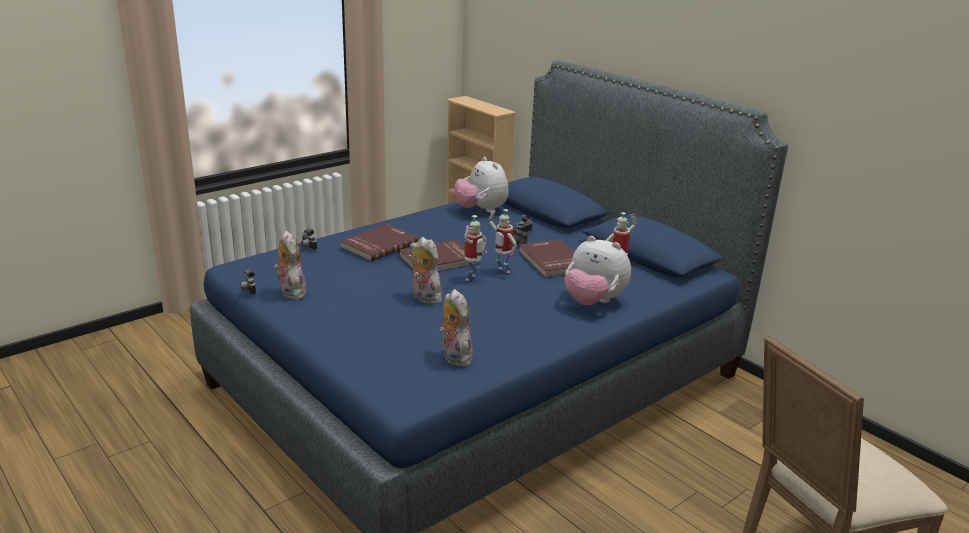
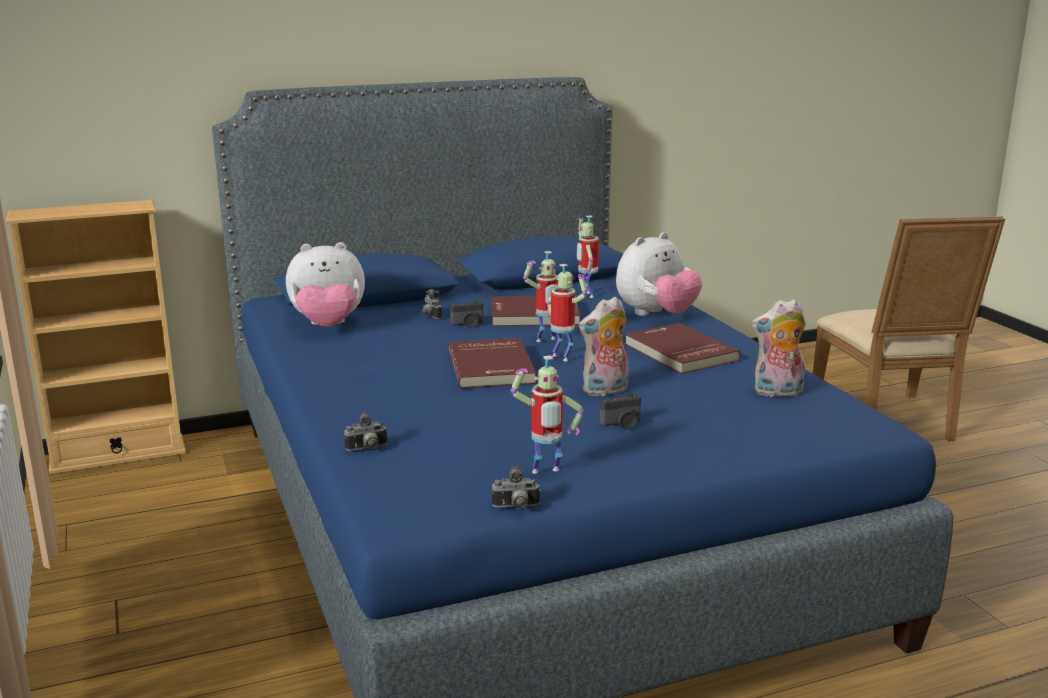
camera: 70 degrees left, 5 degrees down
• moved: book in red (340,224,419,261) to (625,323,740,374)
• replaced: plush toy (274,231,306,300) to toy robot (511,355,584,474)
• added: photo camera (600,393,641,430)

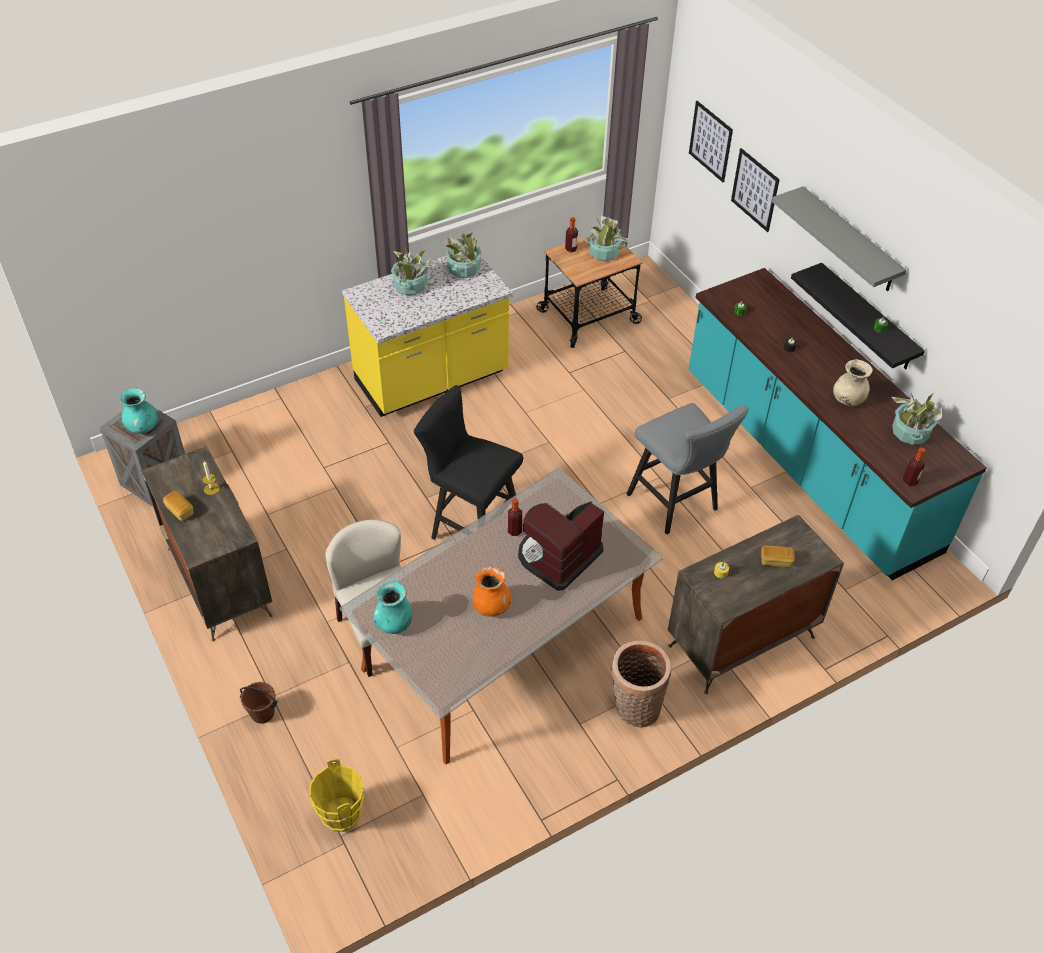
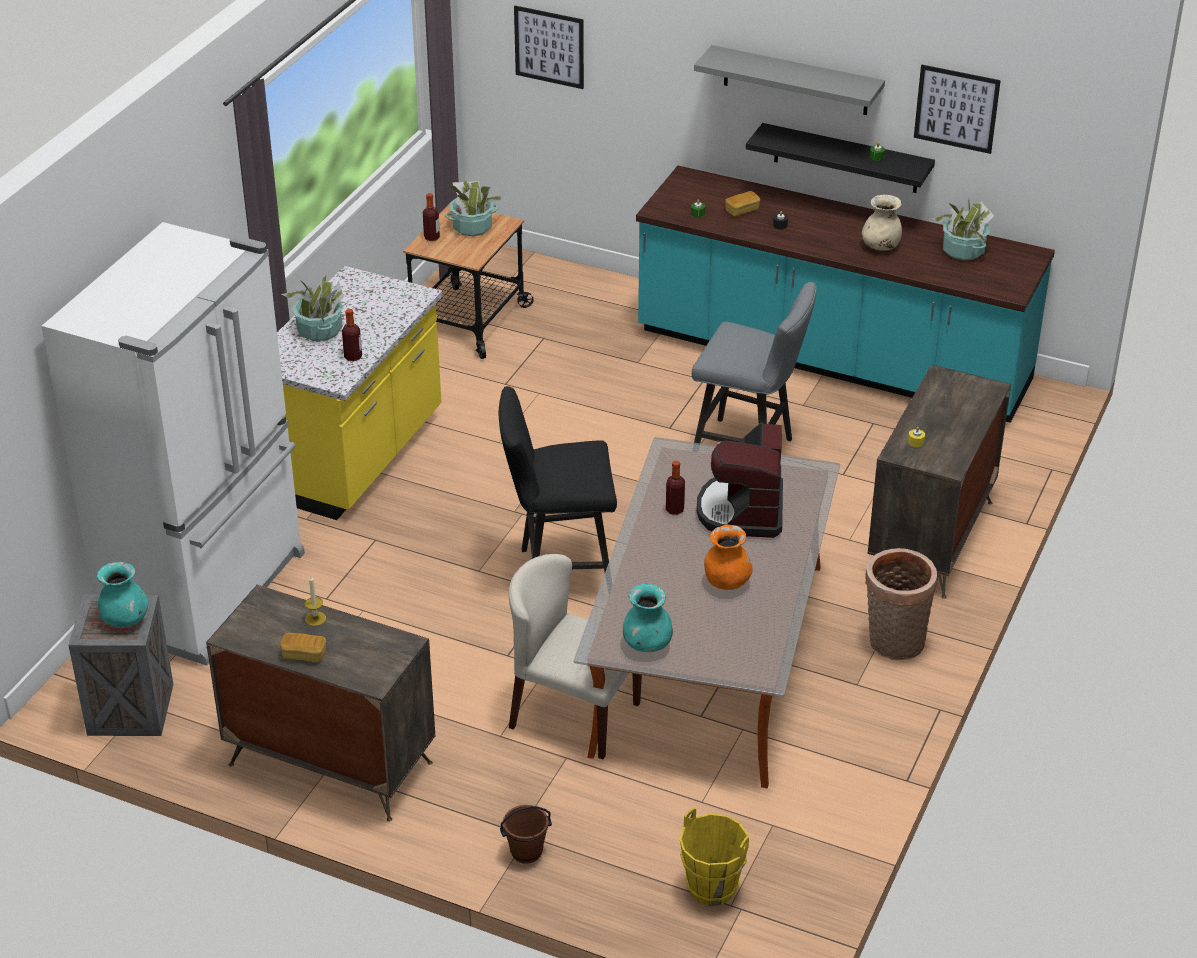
camera: 35 degrees left, 10 degrees down
• moved: picture (731,148,780,232) to (914,65,1001,154)
• removed: potted plant (442,232,482,278)
• moved: bottle (903,448,925,486) to (342,309,362,362)
• moved: bread (761,545,795,567) to (725,191,760,217)
• added: fridge in white (42,222,305,666)

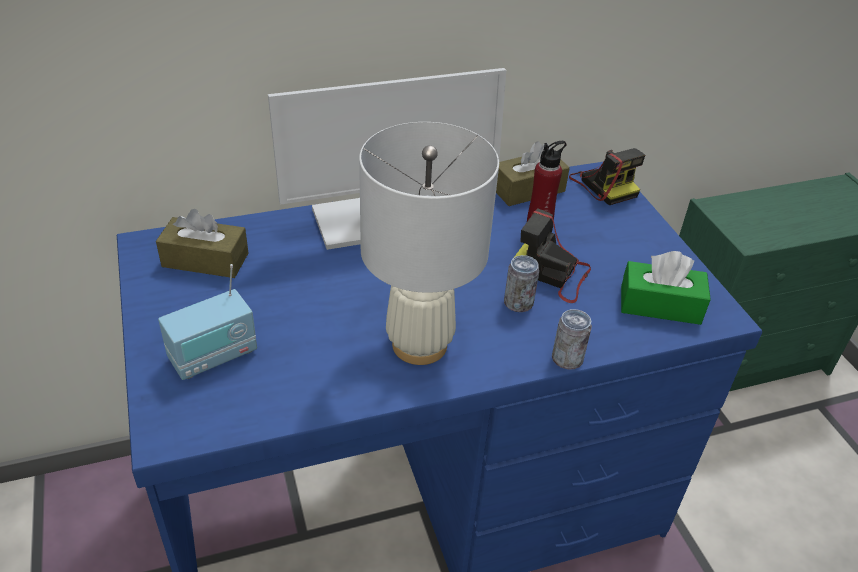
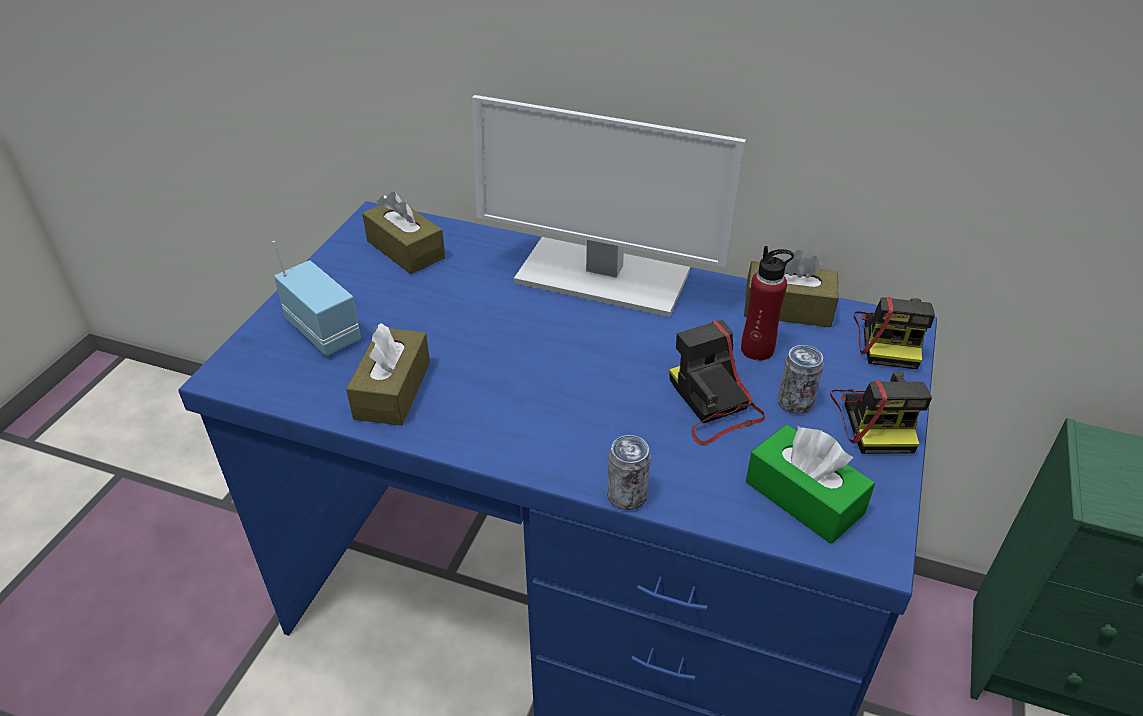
camera: 40 degrees right, 0 degrees up
• removed: table lamp in white (359,122,499,365)
• moved: can (504,255,539,312) to (777,345,824,414)
• turned: radio (158,264,257,380) = (272,241,361,356) 135 degrees counterclockwise
• added: tissue box in brown (346,323,430,426)
• added: photo camera (830,372,932,454)

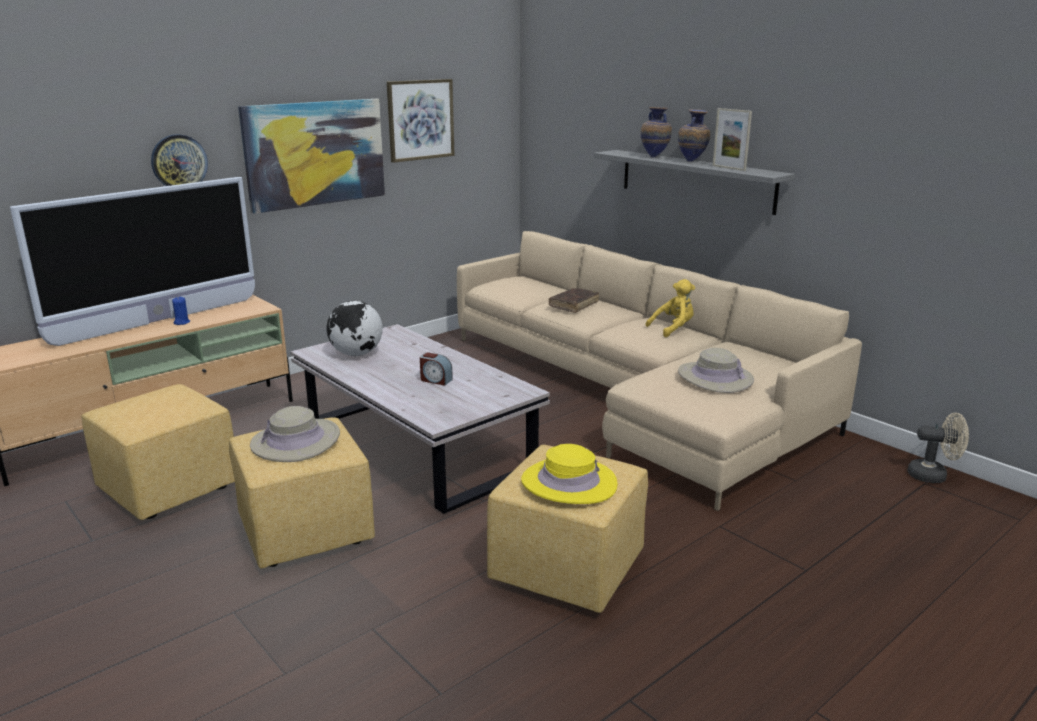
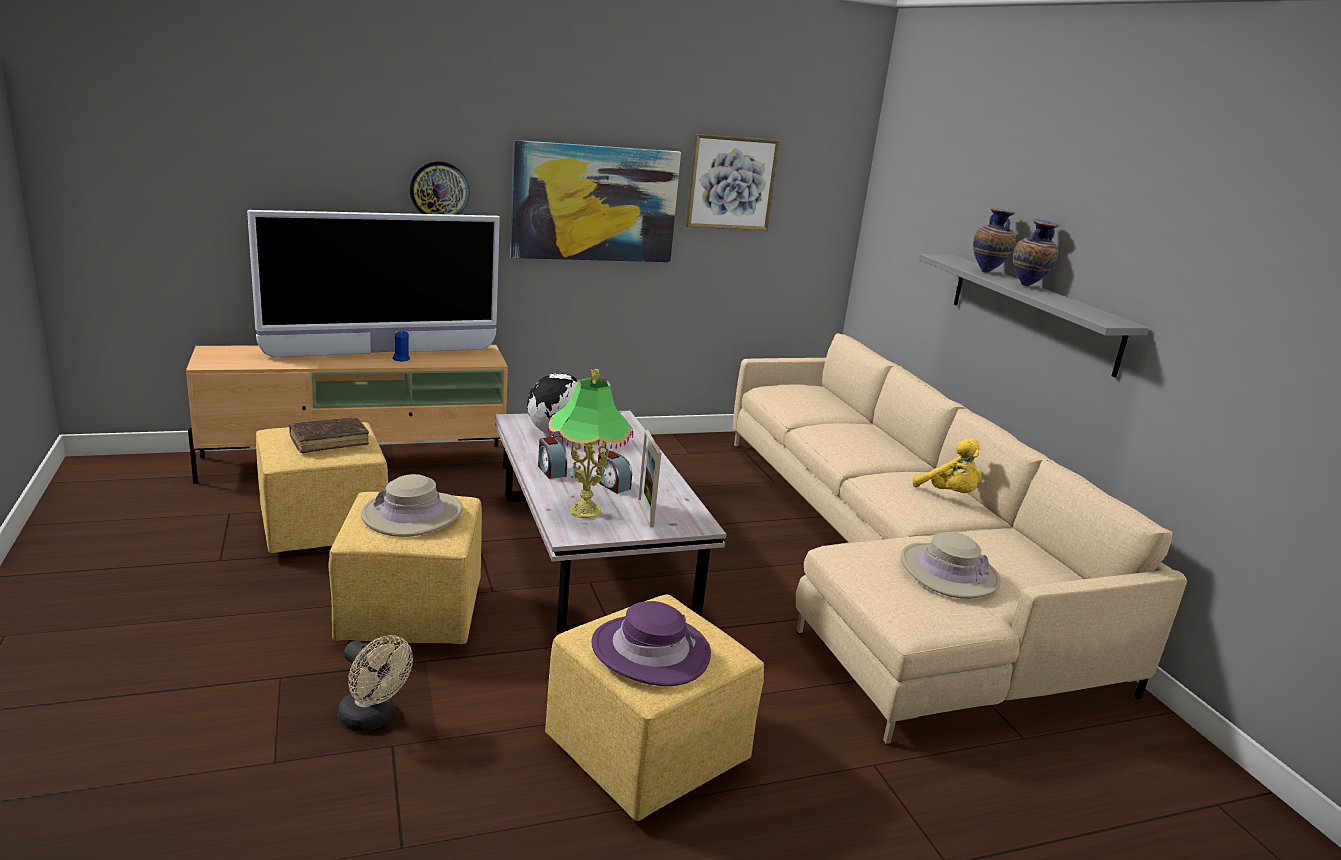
camera: 20 degrees right, 0 degrees up
• moved: picture frame (713,108,752,171) to (638,430,661,527)
• turned: plush toy in yellow (646,279,695,337) = (913,438,982,493) 60 degrees clockwise
• moved: book in brown (549,288,599,313) to (289,417,369,453)
• moved: fan in beige (908,413,969,483) to (338,635,413,732)
• recoloured: hat in yellow (521,444,618,504) to hat in purple (591,601,711,686)
• added: table lamp (548,369,633,518)
• added: alarm clock (538,437,567,479)

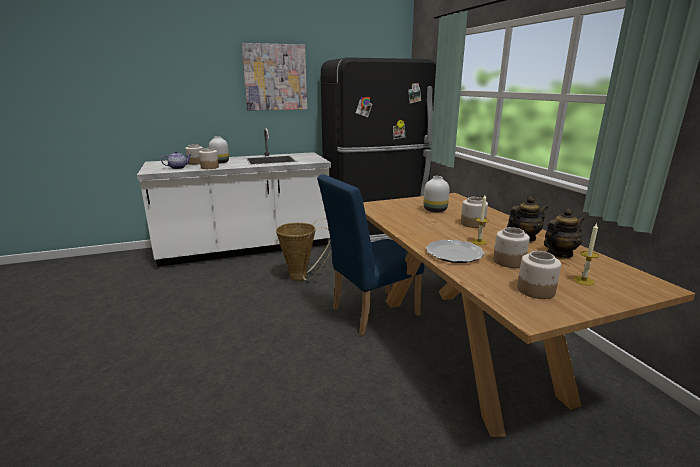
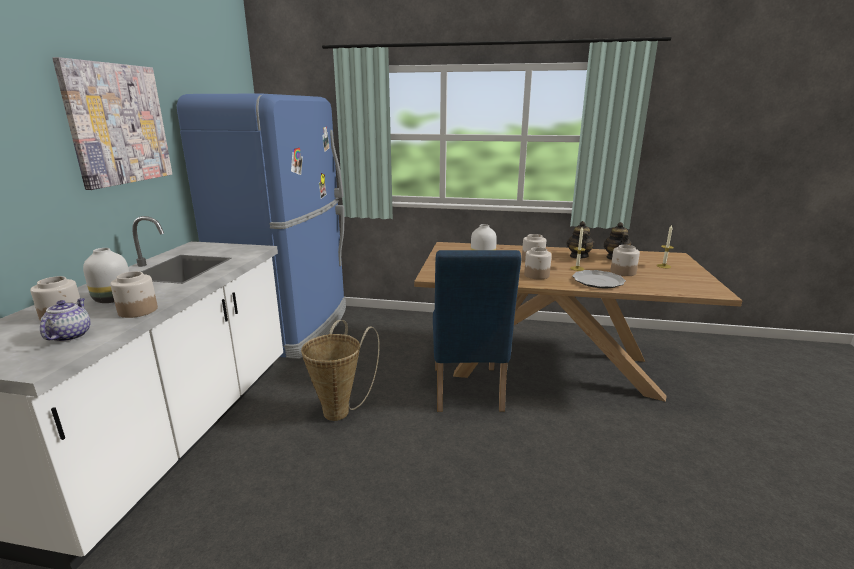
camera: 60 degrees left, 0 degrees up
• recoloured: fridge in black (321,57,436,242) to fridge in blue (177,93,346,359)
• moved: jar (517,251,561,299) to (524,247,552,279)

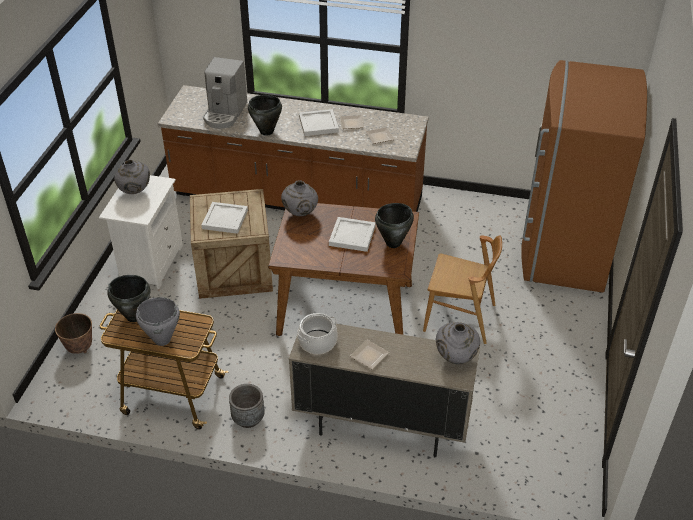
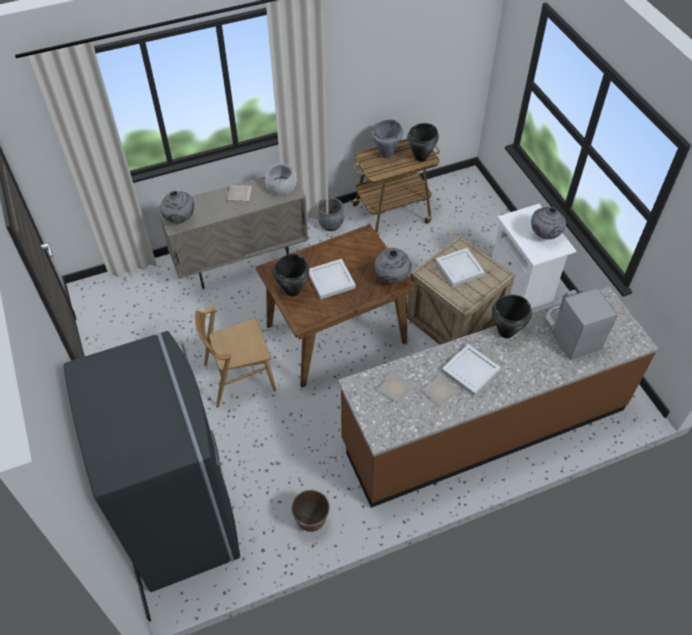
camera: 145 degrees right, 10 degrees up
• recoloured: fridge in brown (521,60,647,293) to fridge in grey (64,331,240,592)
• moved: planter (55,313,92,354) to (291,490,330,532)

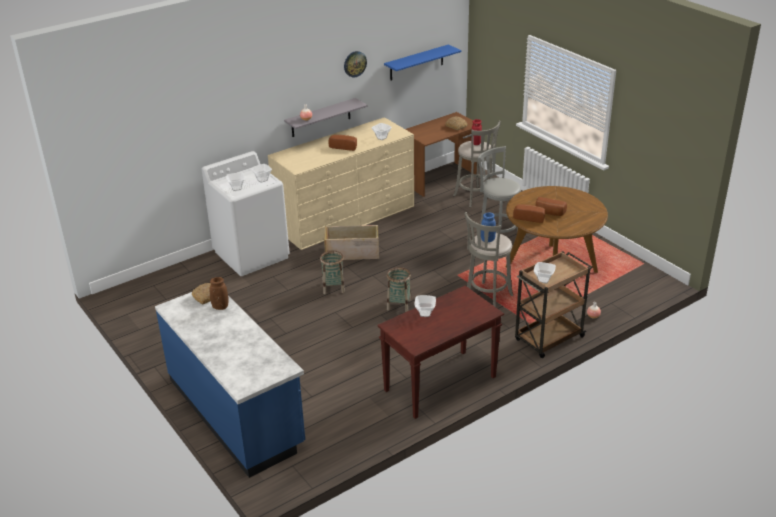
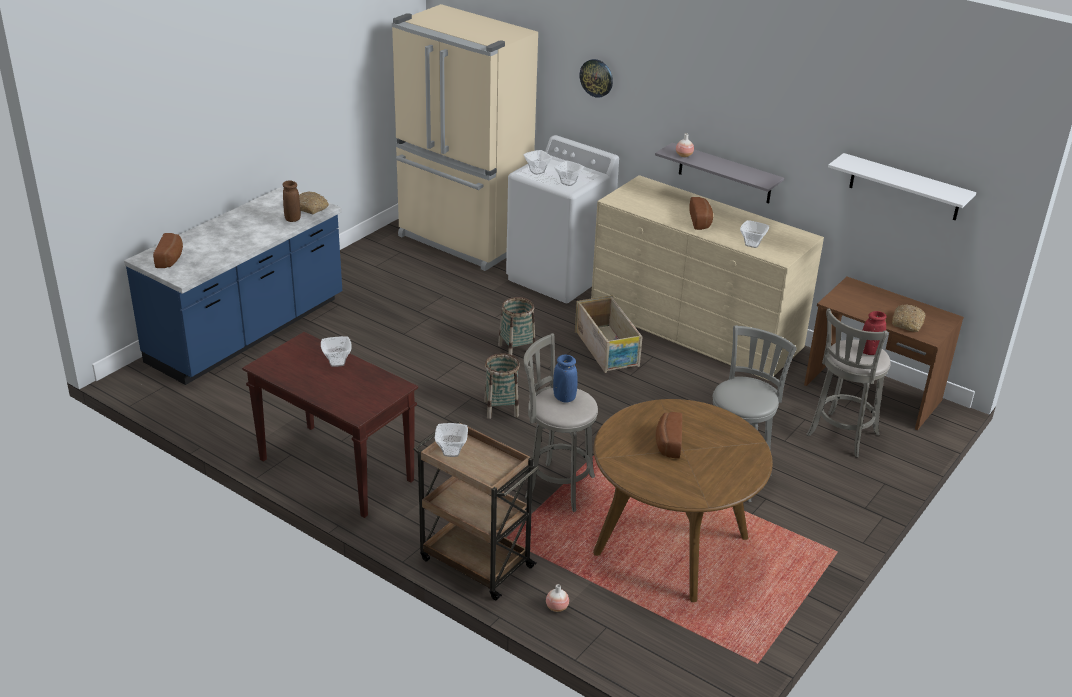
camera: 70 degrees right, 0 degrees up
• recoloured: shelf in blue (384,44,461,81) to shelf in white (828,153,976,220)
• moved: wall clock (344,51,367,77) to (579,59,613,98)
• moved: bread (513,204,545,223) to (153,233,183,268)
• added: fridge in beige (392,4,538,271)

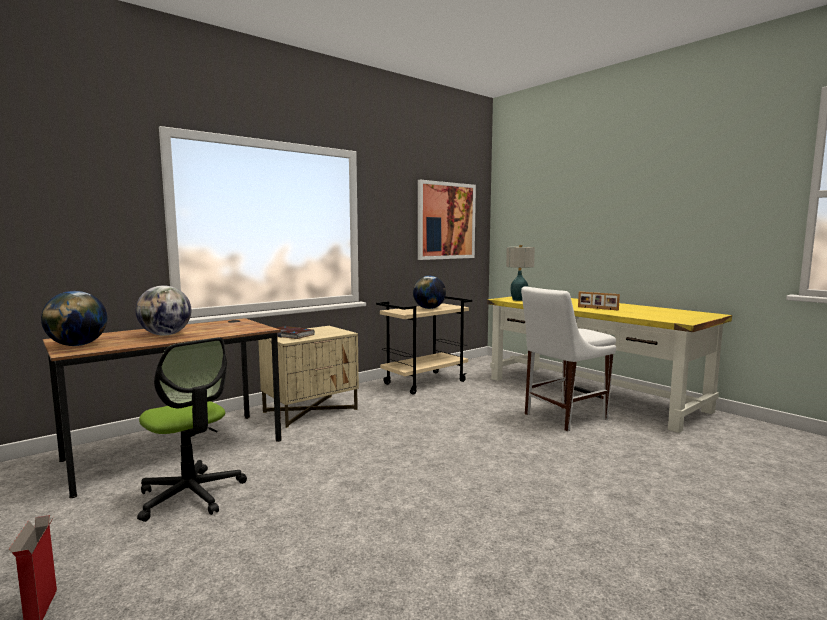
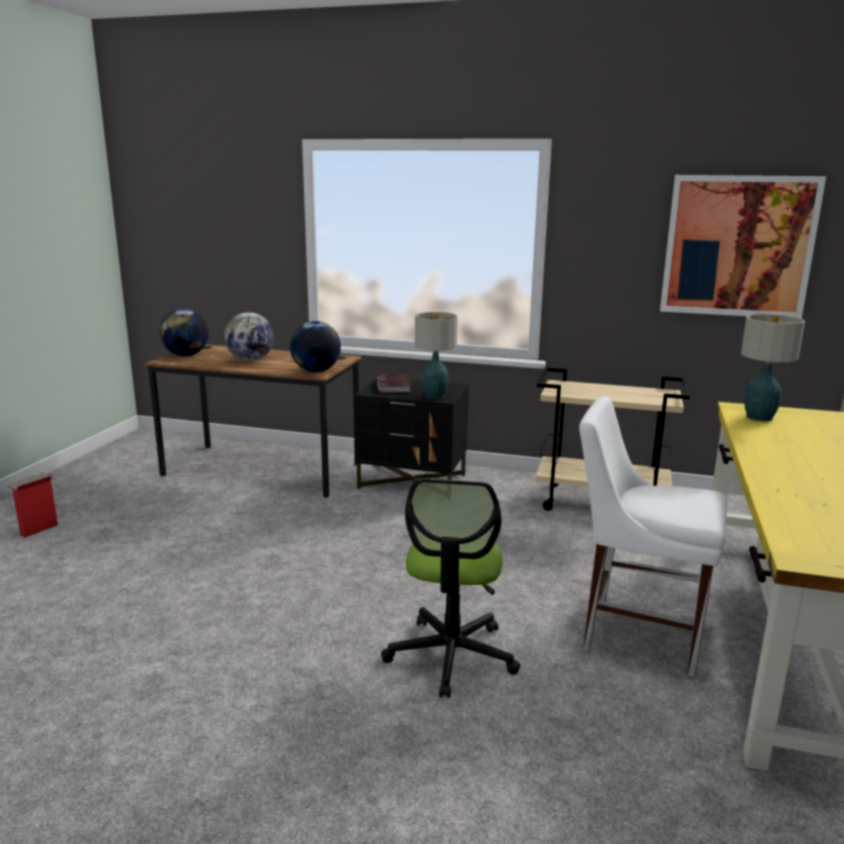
camera: 55 degrees right, 10 degrees up
• moved: globe (413,276,446,309) to (290,321,341,372)
• removed: picture frame (578,291,620,310)
• recoloured: nightstand in beige (258,326,359,428) to nightstand in black (354,377,469,488)
• moved: office chair (137,337,247,522) to (381,478,521,698)
• added: table lamp (415,312,458,399)

